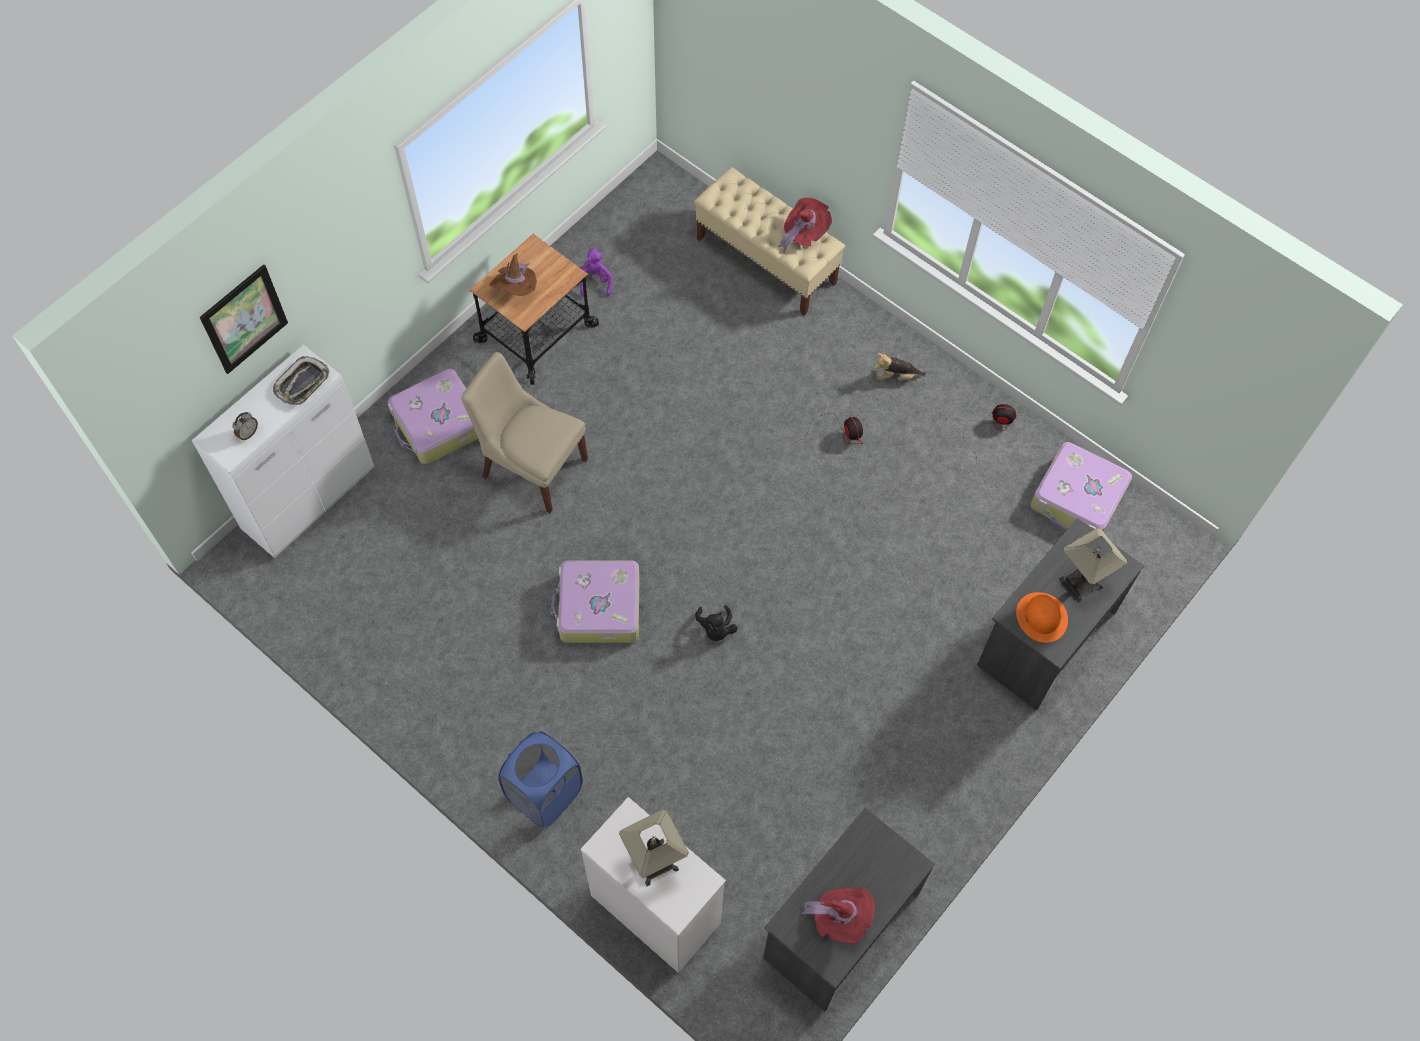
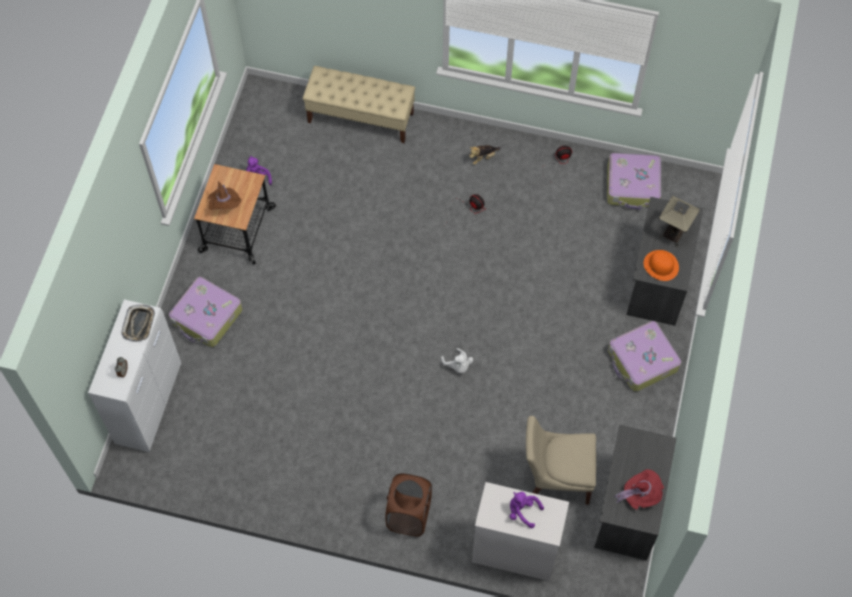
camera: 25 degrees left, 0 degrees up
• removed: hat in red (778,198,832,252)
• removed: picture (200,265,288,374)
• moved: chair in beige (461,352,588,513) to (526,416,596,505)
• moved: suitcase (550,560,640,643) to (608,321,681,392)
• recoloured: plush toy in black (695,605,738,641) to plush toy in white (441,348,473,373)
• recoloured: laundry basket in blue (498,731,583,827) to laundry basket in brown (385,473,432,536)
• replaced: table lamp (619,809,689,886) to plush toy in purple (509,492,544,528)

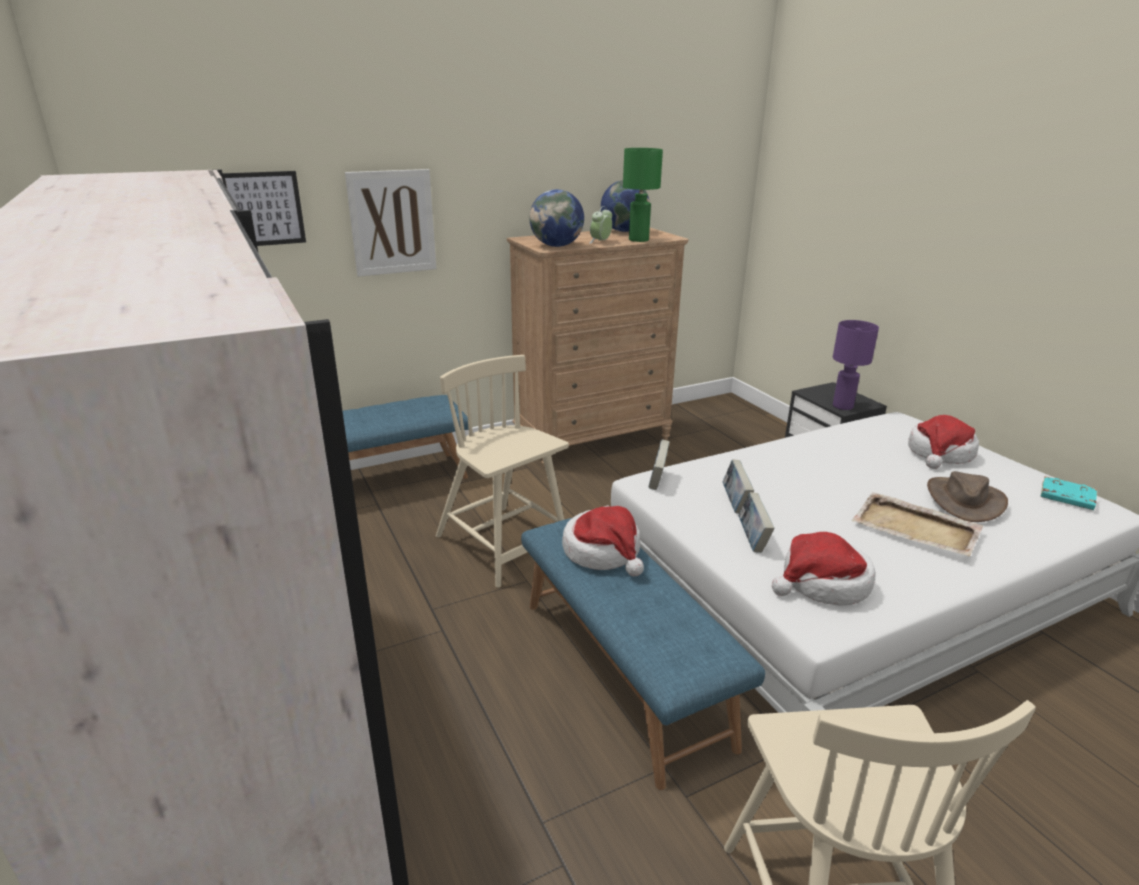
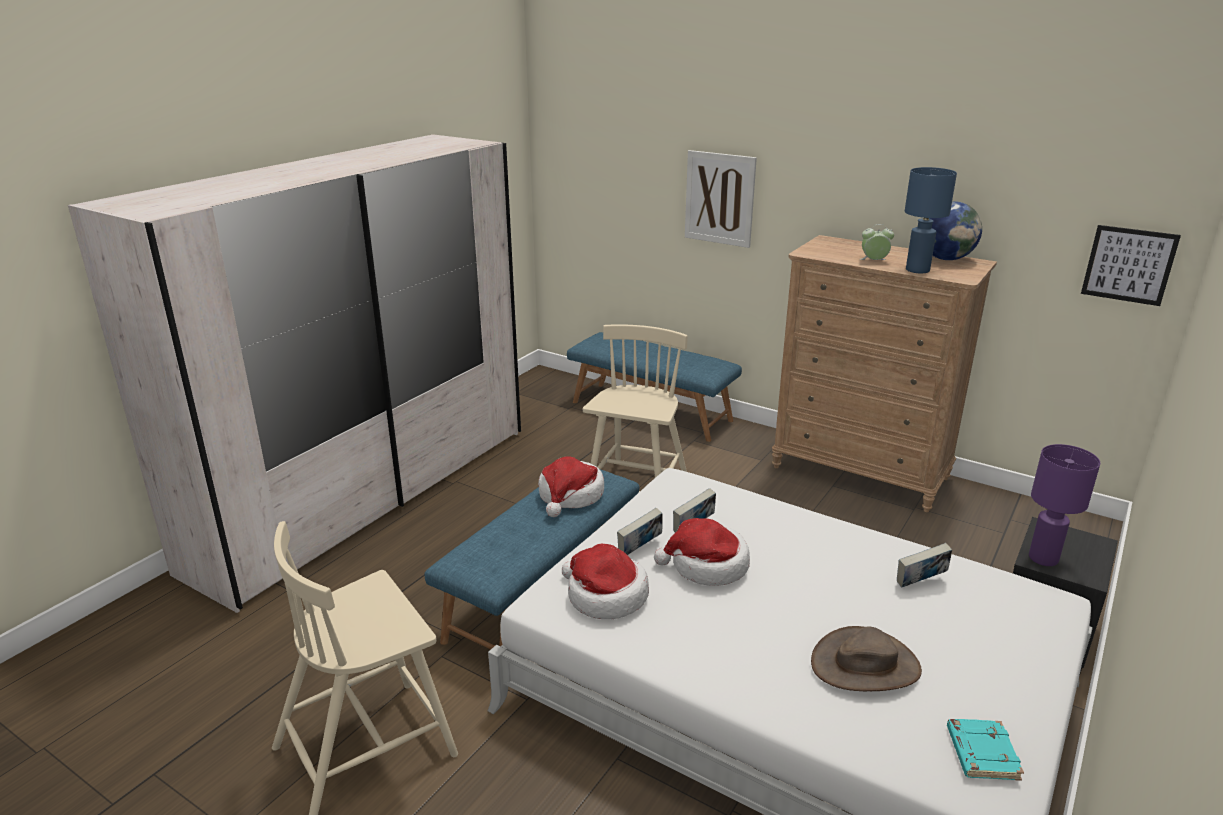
camera: 60 degrees right, 0 degrees up
• recoloured: table lamp in green (623,148,663,242) to table lamp in blue (905,167,957,273)
• moved: picture (223,171,306,246) to (1081,225,1181,306)
• removed: globe (529,189,584,247)
• moved: hat (908,415,979,469) to (654,518,750,586)
• moved: book (649,439,670,490) to (897,543,952,587)
• removed: tray in beige (852,492,983,557)

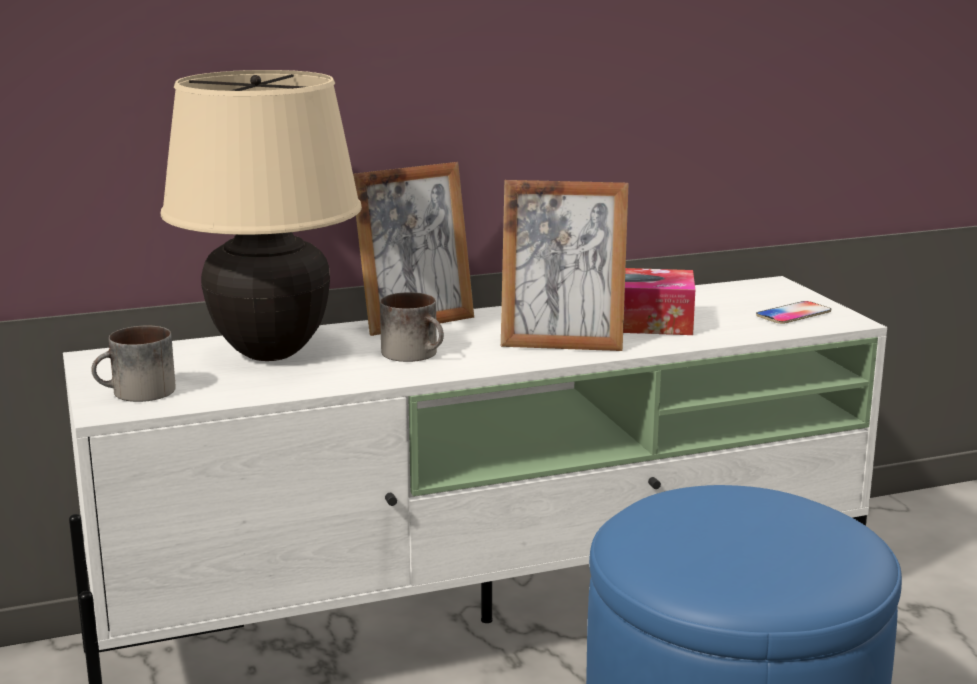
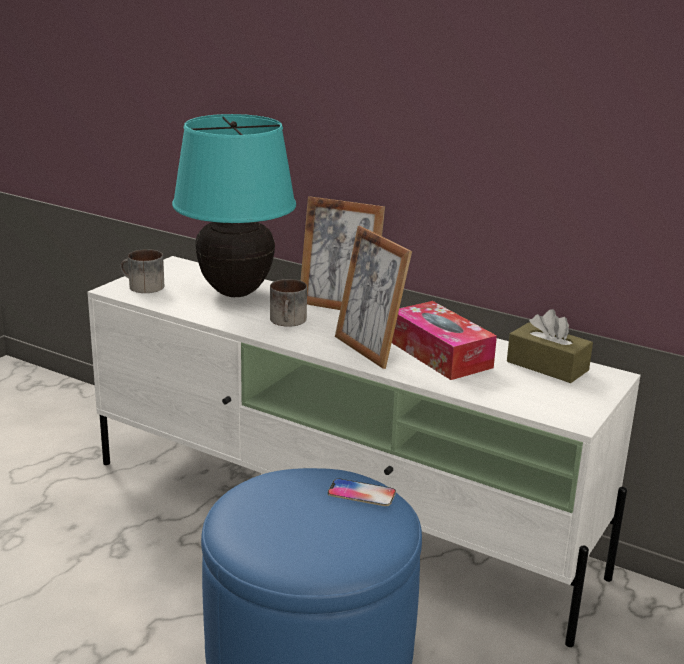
camera: 50 degrees right, 5 degrees up
• recoloured: table lamp in beige (161,70,362,361) to table lamp in turquoise (172,114,296,297)
• moved: phone (756,301,831,324) to (328,478,396,506)
• added: tissue box in brown (507,309,593,383)

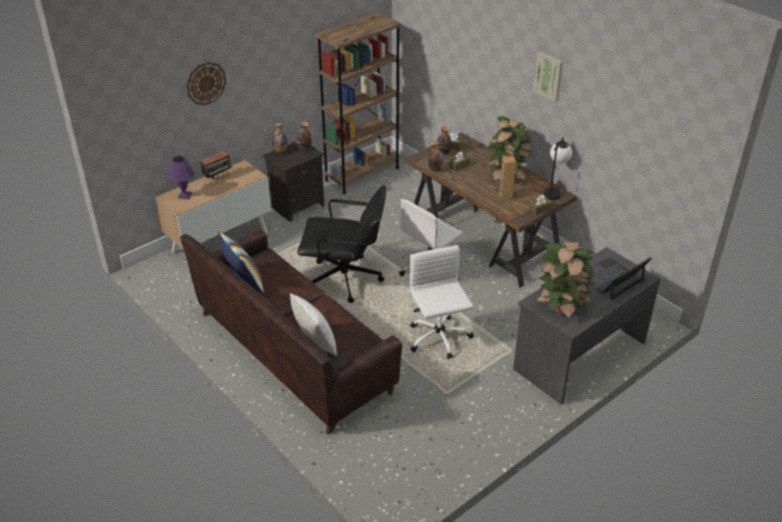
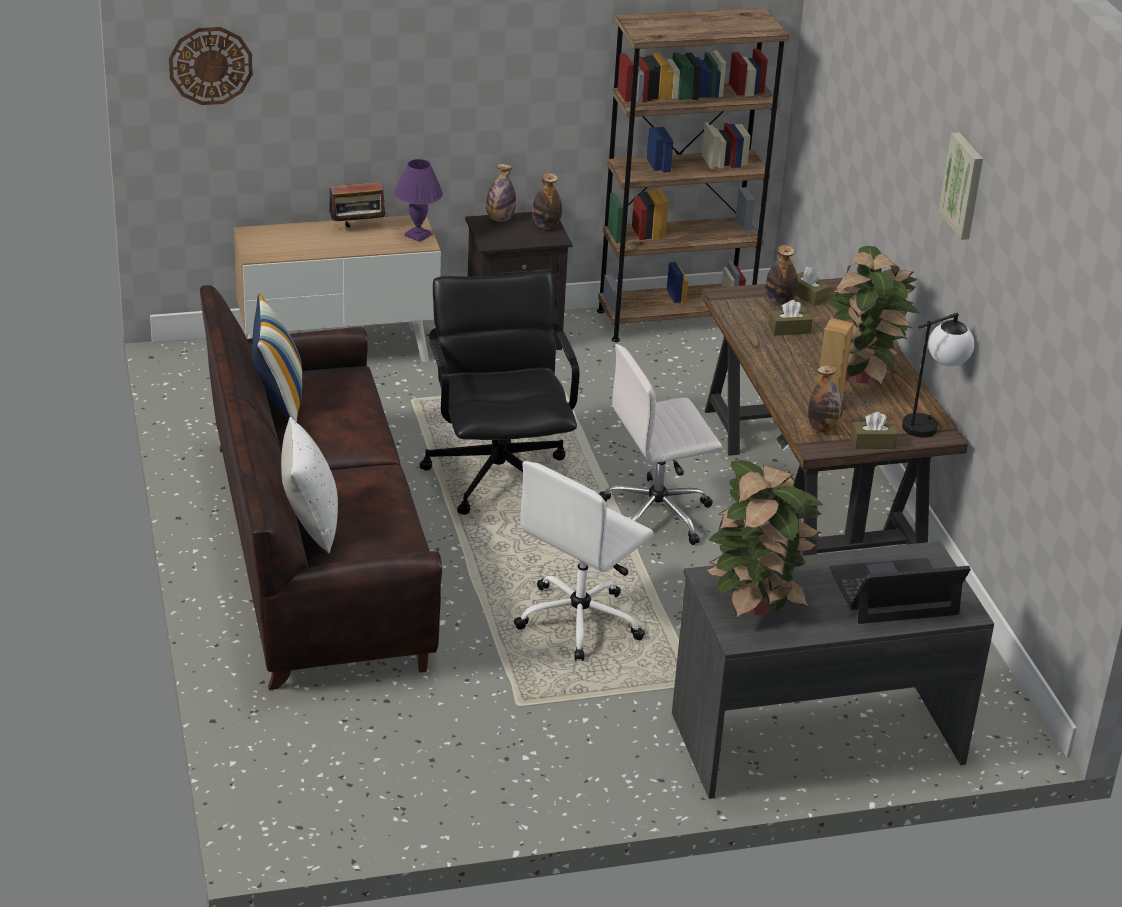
camera: 25 degrees right, 5 degrees down
• moved: wall clock (186,62,226,105) to (169,27,253,105)
• moved: bottle (428,141,444,172) to (808,365,843,432)
• moved: table lamp in purple (168,156,195,199) to (395,159,443,242)
• turned: office chair in black (297,185,386,303) = (419,271,579,515) 135 degrees counterclockwise
• turned: office chair in white (410,245,474,359) = (514,461,654,661) 150 degrees counterclockwise

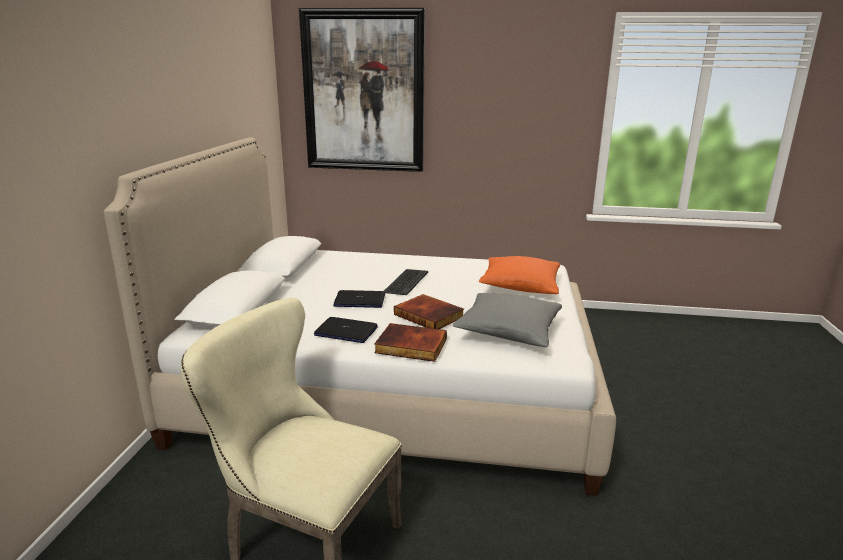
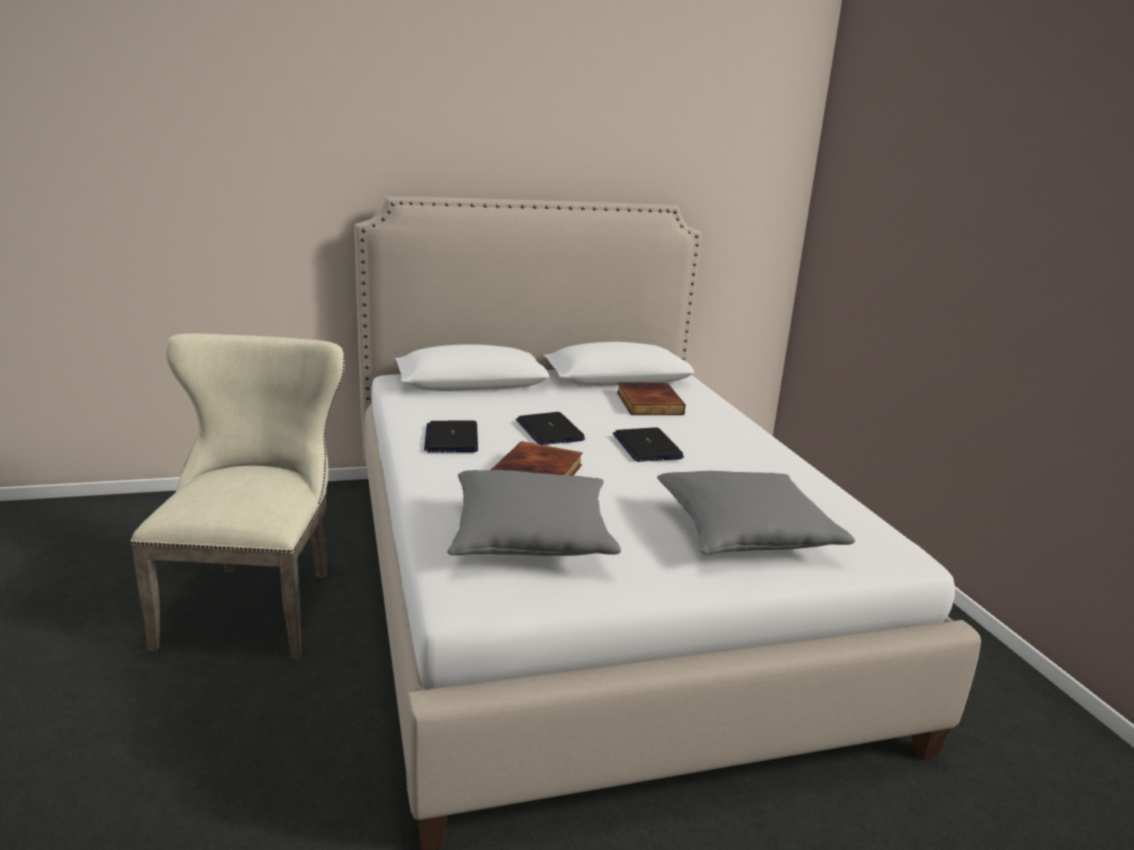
camera: 65 degrees right, 0 degrees up
• removed: picture (299,8,425,172)
• recoloured: pillow in orange (479,256,560,294) to pillow in grey (657,471,855,554)
• replaced: keyboard (384,269,428,295) to laptop (613,427,684,462)
• moved: book (374,323,447,362) to (617,382,686,415)

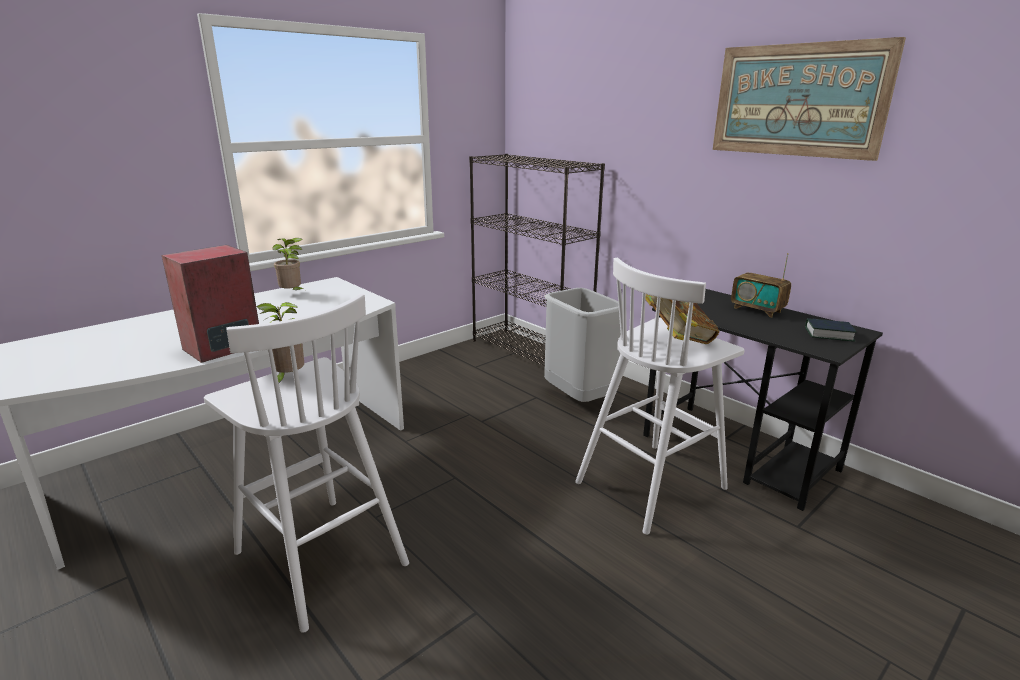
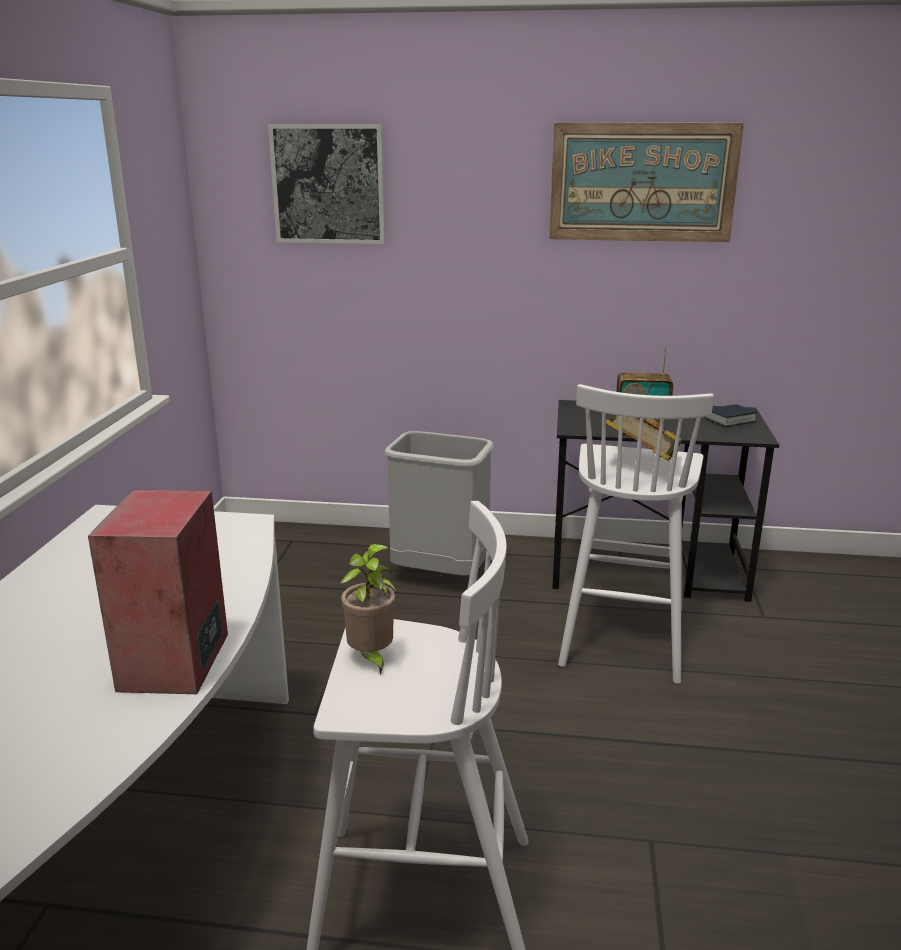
camera: 40 degrees left, 0 degrees up
• removed: bookcase in black (469,154,605,366)
• removed: potted plant (272,238,303,290)
• added: picture (268,124,386,244)

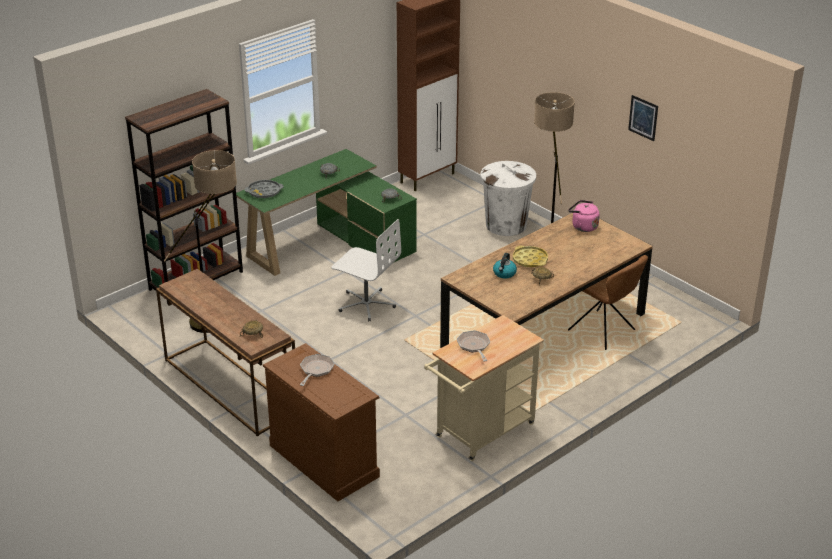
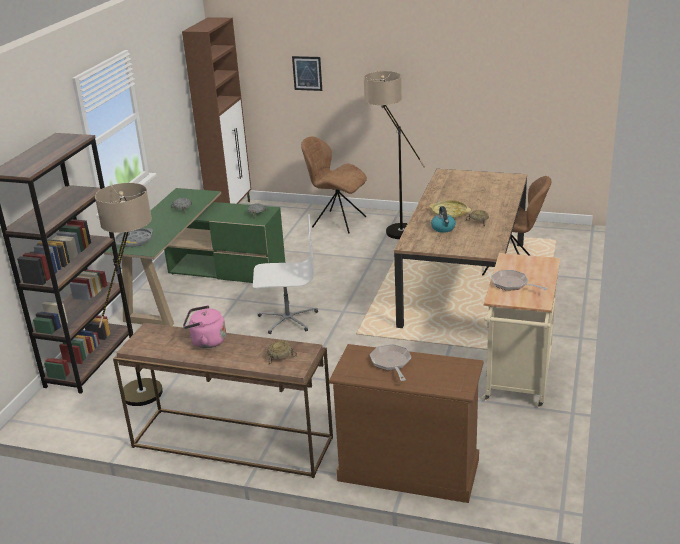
camera: 30 degrees left, 5 degrees down
• moved: picture (628,95,658,141) to (292,56,322,91)
• replaced: trash can in white (481,161,536,236) to chair in brown (301,137,367,233)
• moved: kettle in pink (568,200,600,232) to (183,305,226,348)

